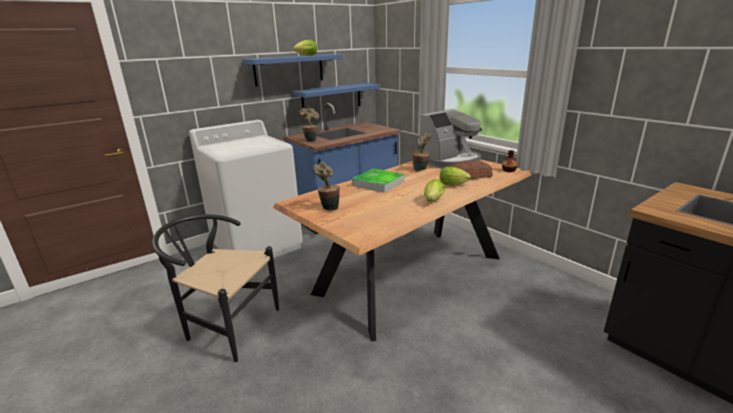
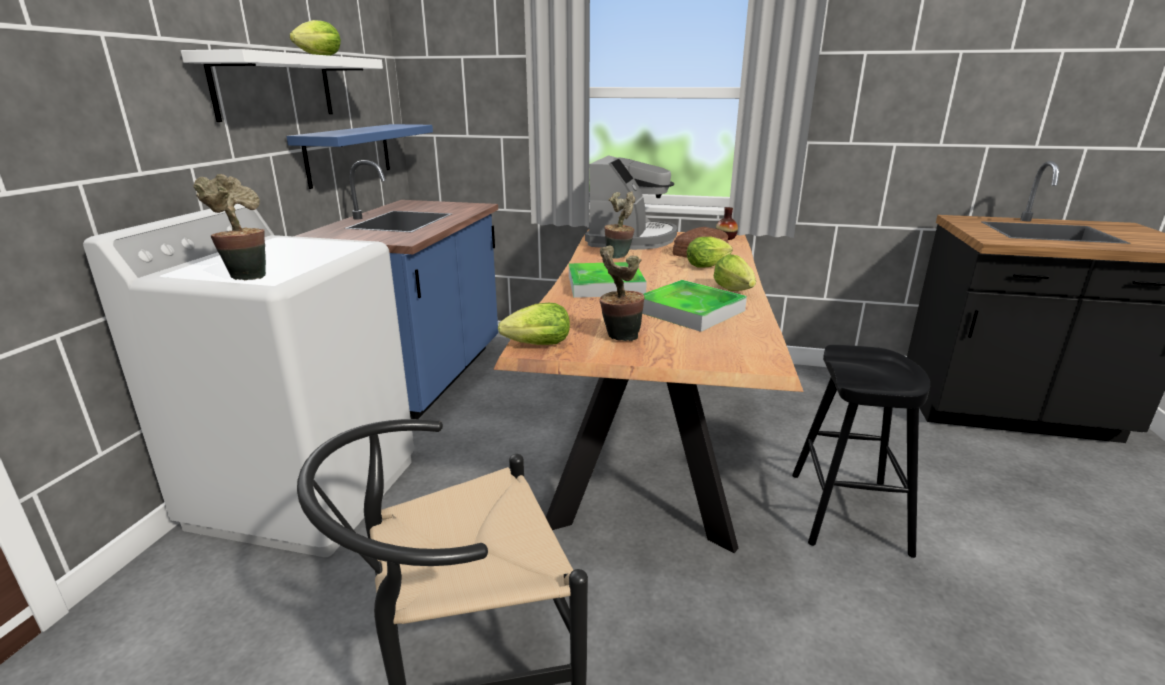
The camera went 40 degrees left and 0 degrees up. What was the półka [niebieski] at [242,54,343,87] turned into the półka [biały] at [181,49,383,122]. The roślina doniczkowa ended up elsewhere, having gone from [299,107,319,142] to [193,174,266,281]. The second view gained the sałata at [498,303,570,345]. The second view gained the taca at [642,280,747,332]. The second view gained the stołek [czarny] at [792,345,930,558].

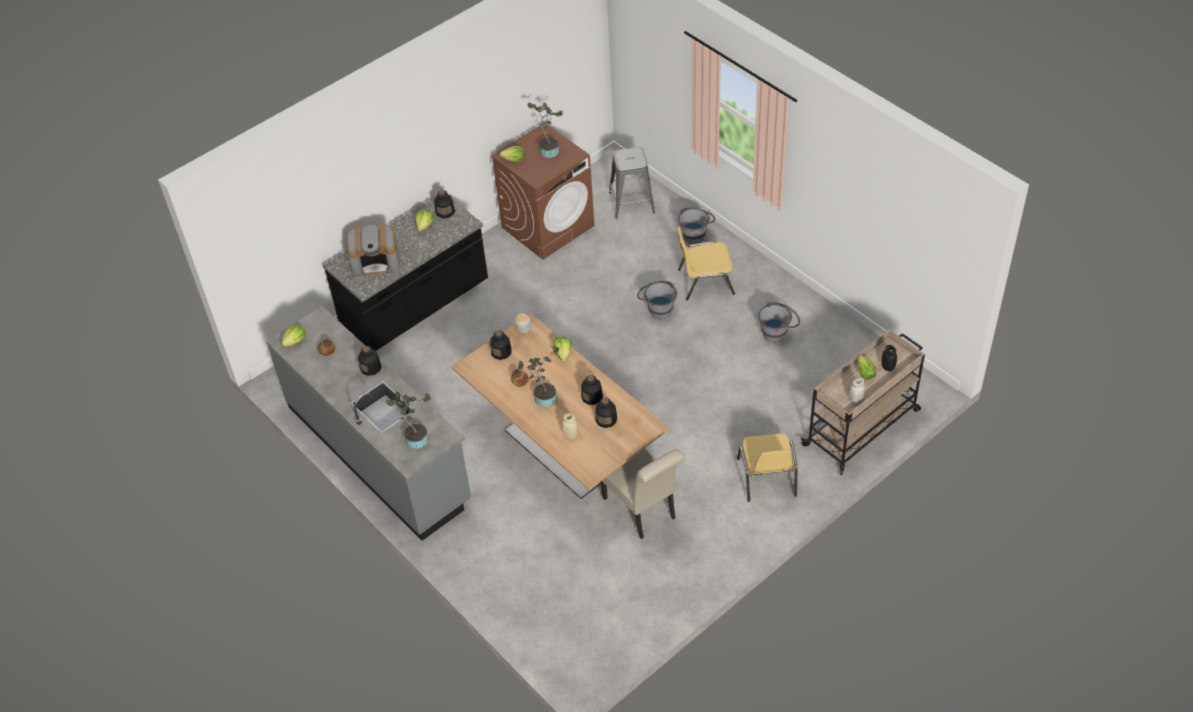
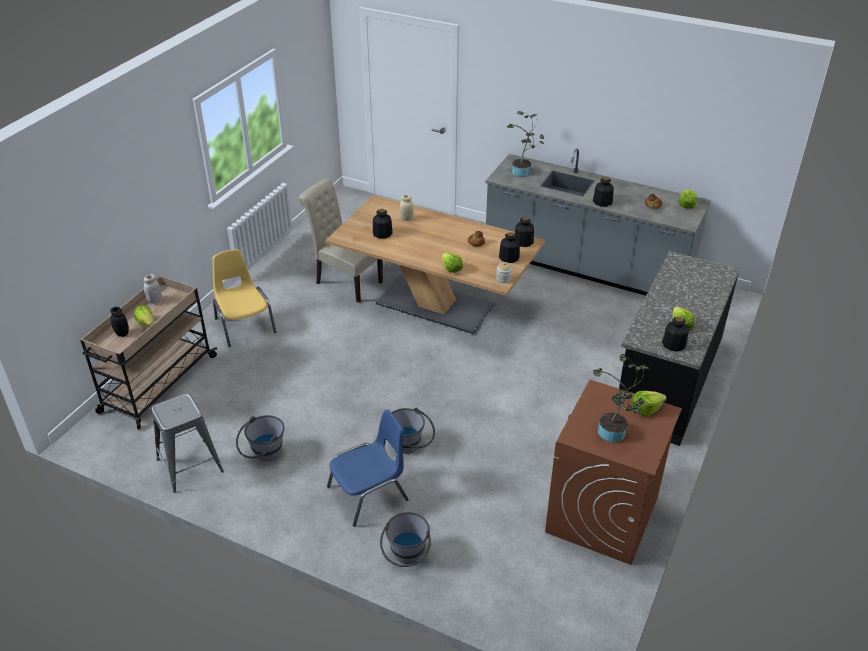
The camera went 155 degrees right and 10 degrees down. The second view lost the ekspres do kawy at [346,224,400,276]. The second view lost the roślina doniczkowa at [518,345,559,407]. The butelka ended up elsewhere, having gone from [581,375,603,405] to [515,217,534,247]. The stołek [szary] ended up elsewhere, having gone from [609,147,655,219] to [152,393,224,493]. What was the krzesło [żółty] at [677,227,735,300] turned into the krzesło [niebieski] at [327,410,409,527].

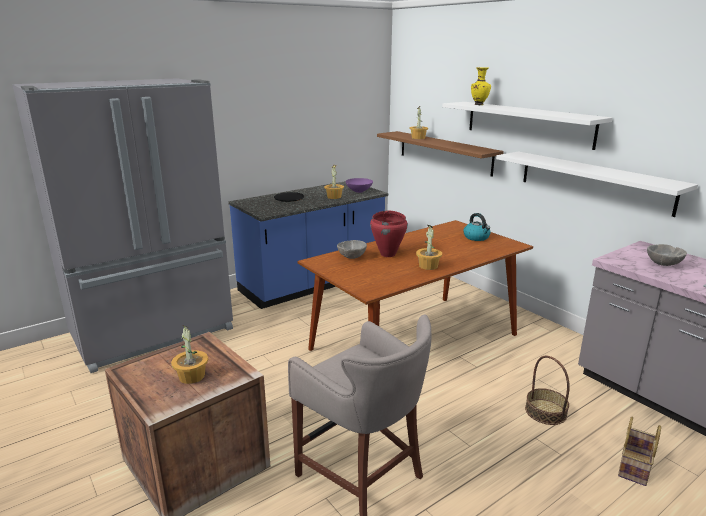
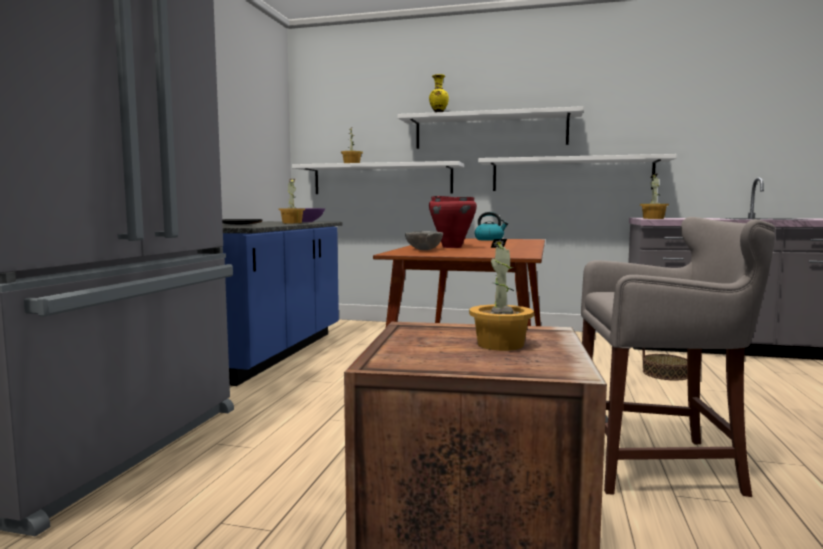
The camera went 40 degrees left and 15 degrees down. What was the półka [brązowy] at [377,131,504,177] turned into the półka [biały] at [292,161,464,194]. The roślina doniczkowa ended up elsewhere, having gone from [416,225,442,270] to [640,174,669,219]. The second view lost the koszyk at [618,417,661,486]. The second view lost the miska [szary] at [647,244,687,266].

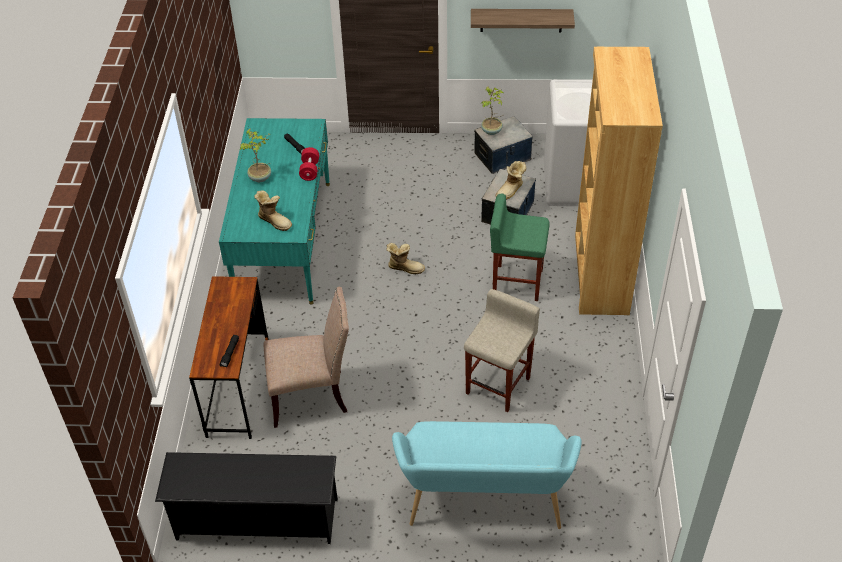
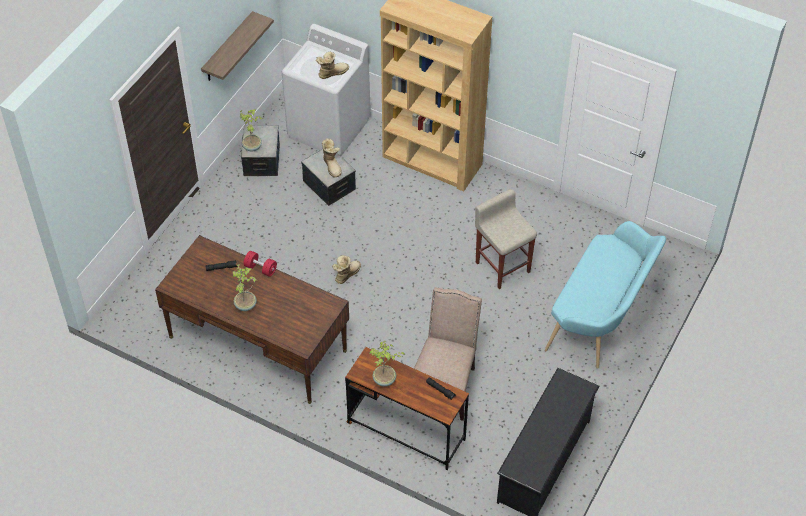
The camera went 65 degrees left and 5 degrees up. What was the biurko [turkusowy] at [219,118,330,305] turned into the biurko [brązowy] at [155,235,349,404]. The but z cholewką ended up elsewhere, having gone from [254,190,292,231] to [316,52,349,79]. The second view lost the stołek [zielony] at [490,194,550,301]. The second view gained the roślina doniczkowa at [369,341,405,387].

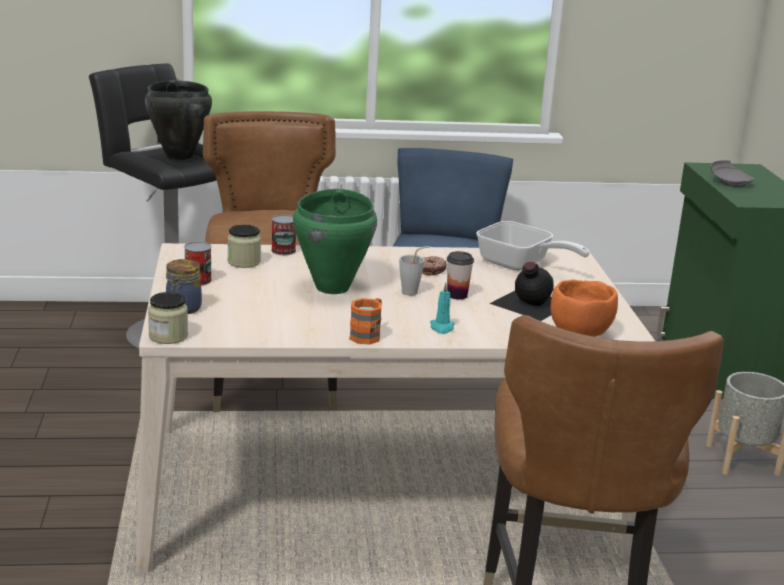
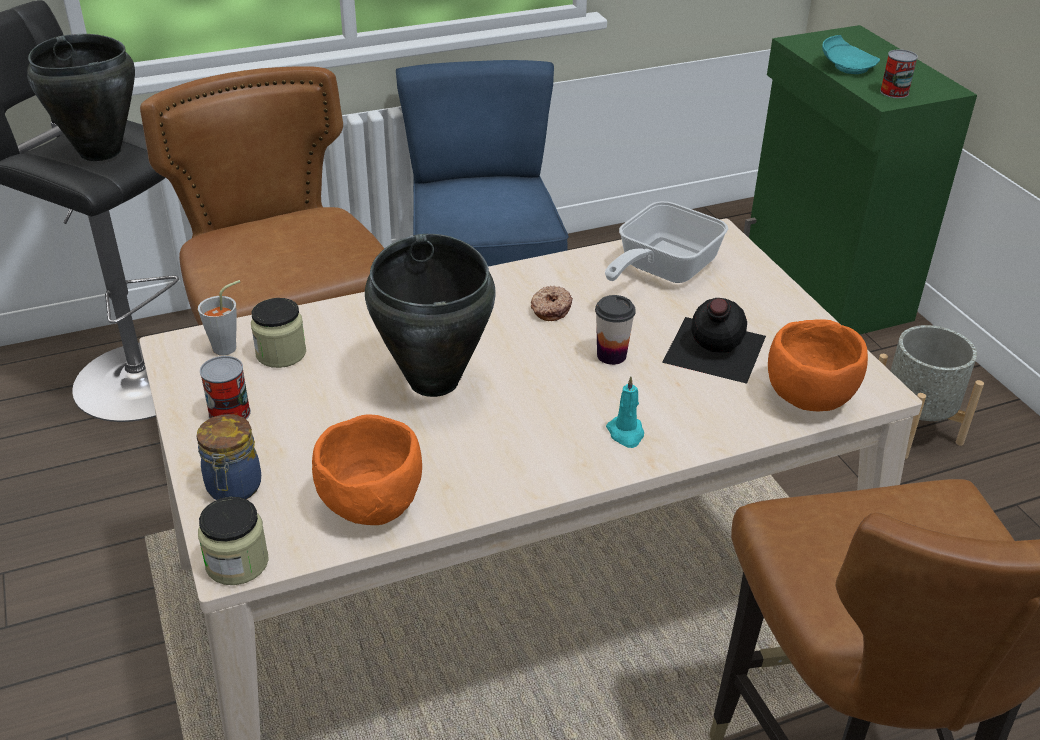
The camera went 15 degrees left and 15 degrees up. The puszka ended up elsewhere, having gone from [271,215,296,255] to [880,49,918,98]. What was the garnek [zielony] at [293,189,377,294] turned into the garnek [czarny] at [365,234,495,397]. The second view lost the kubek [pomarańczowy] at [349,298,382,345]. The filiżanka [szary] ended up elsewhere, having gone from [399,246,430,295] to [198,280,240,356]. The patelnia at [476,221,590,271] ended up facing another way, 105 degrees clockwise from before. What was the talerz [szary] at [710,160,755,187] turned into the talerz [turkusowy] at [822,35,880,74]. The second view gained the miska [pomarańczowy] at [312,414,422,525].

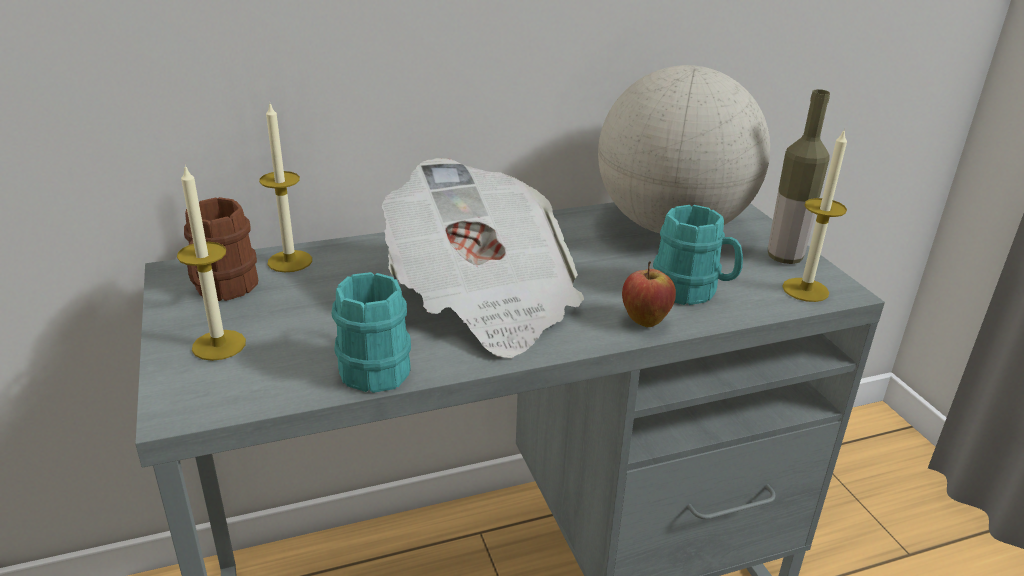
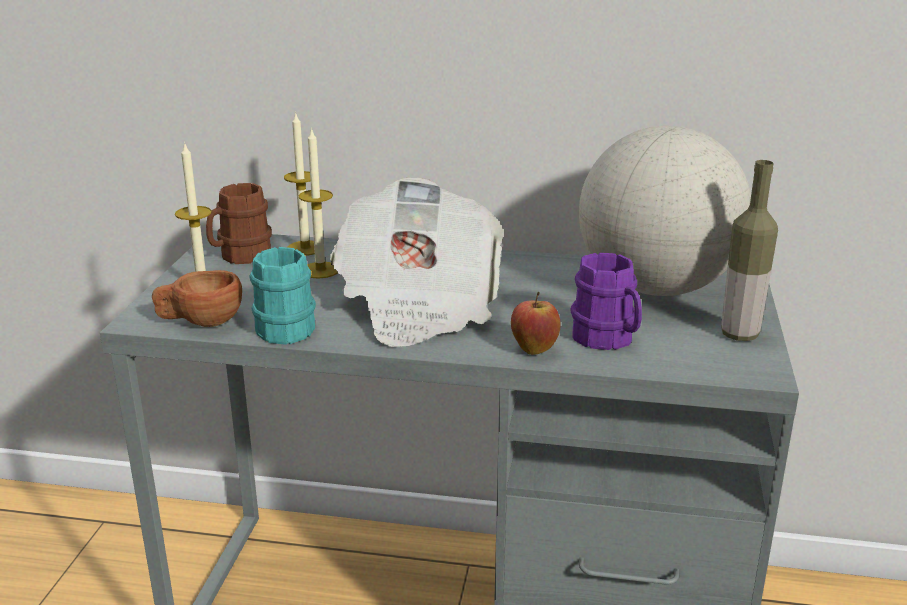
The camera went 30 degrees right and 5 degrees down. What was the kubek [turkusowy] at [653,205,743,305] turned into the kubek [fioletowy] at [570,253,642,350]. The świeca ended up elsewhere, having gone from [782,128,847,302] to [299,128,338,279]. The second view gained the filiżanka [brązowy] at [152,270,242,327].

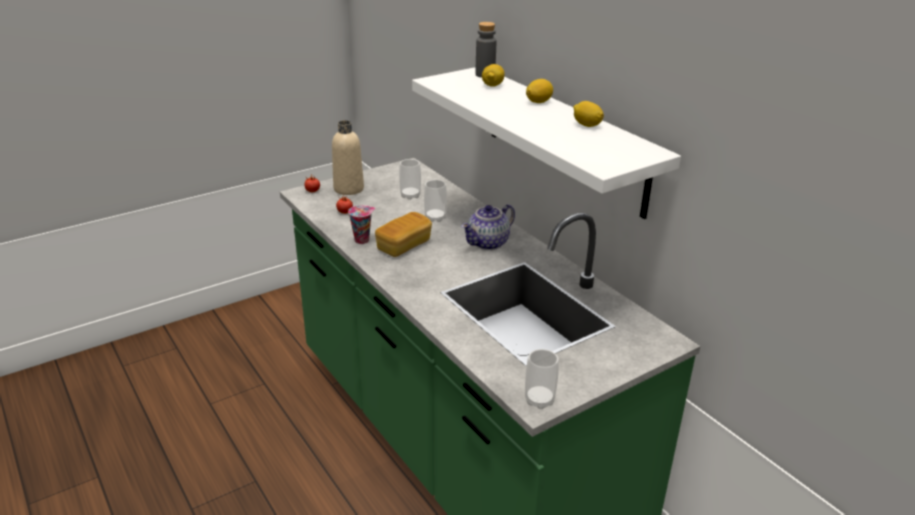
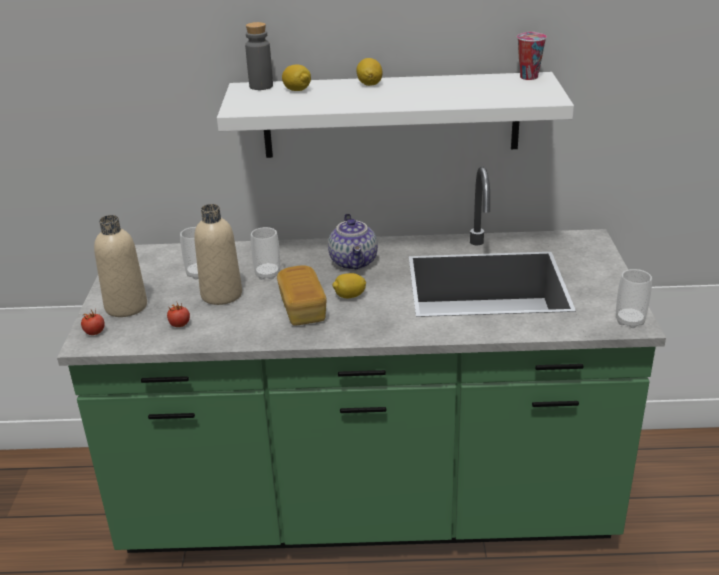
The camera went 55 degrees left and 0 degrees up. The filiżanka ended up elsewhere, having gone from [348,205,376,244] to [517,32,547,80]. The cytryna ended up elsewhere, having gone from [573,101,604,127] to [332,273,366,298]. The second view gained the butelka [beżowy] at [194,204,242,305].

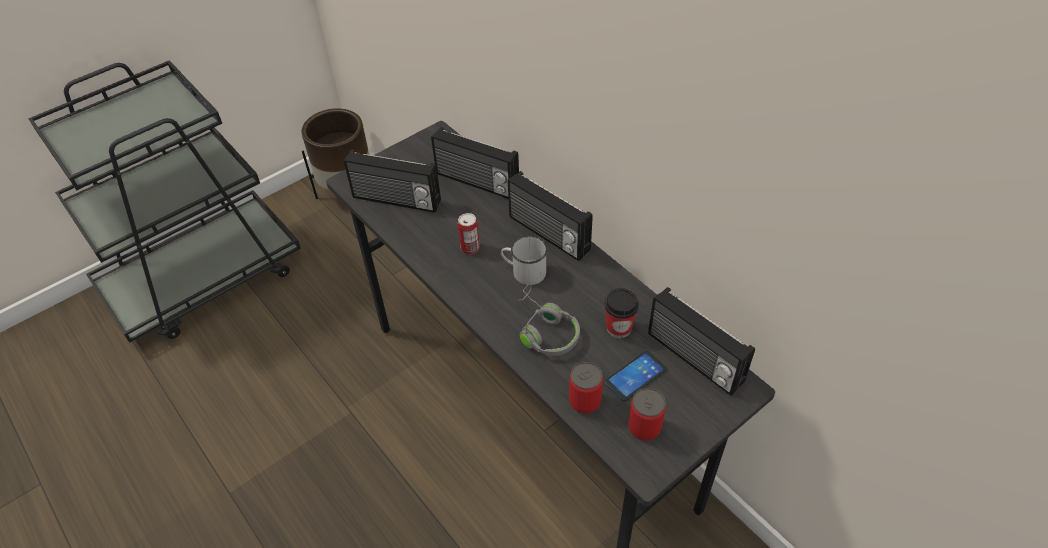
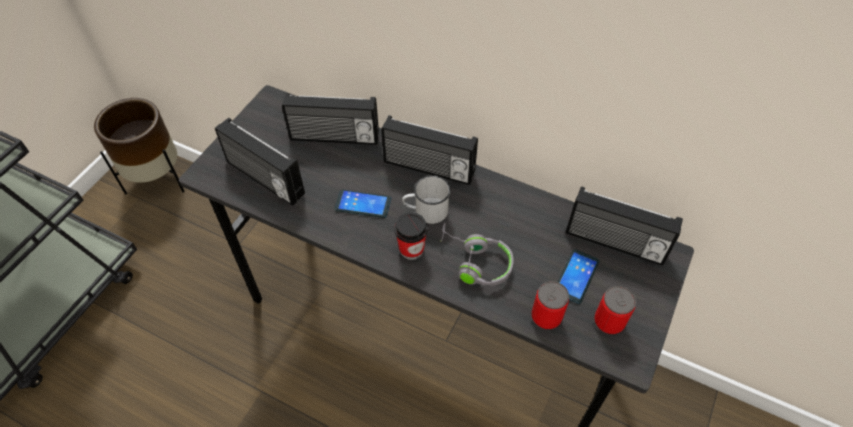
The camera went 25 degrees left and 5 degrees up. The radio at [344,150,441,213] ended up facing another way, 45 degrees clockwise from before. Where the puszka stood at [458,213,480,254], the telefon came to stand at [335,190,391,218]. The filiżanka ended up elsewhere, having gone from [605,288,639,338] to [394,212,428,260].

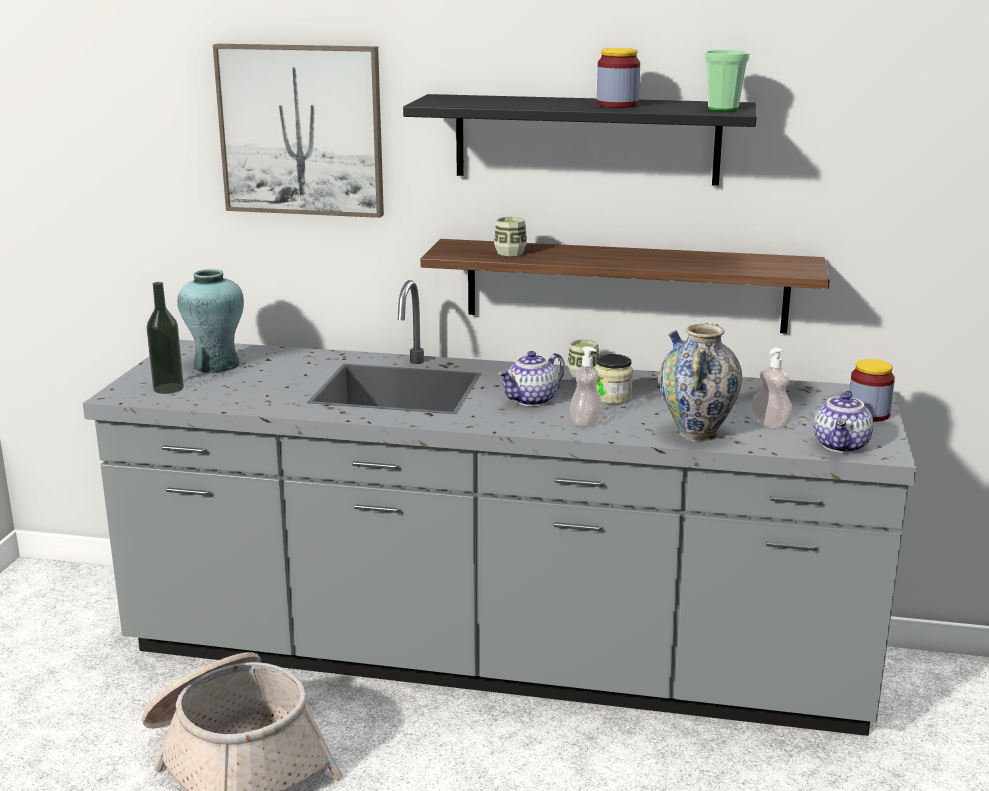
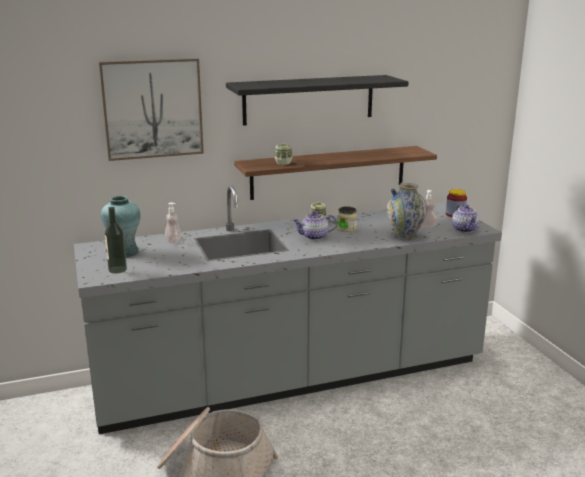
The camera went 30 degrees left and 0 degrees up. The imbryk at [498,351,565,406] ended up facing another way, 60 degrees clockwise from before. The dozownik mydła ended up elsewhere, having gone from [570,346,602,427] to [165,202,181,243]. The second view lost the słoik at [597,48,640,108]. The second view lost the filiżanka at [704,50,750,111].

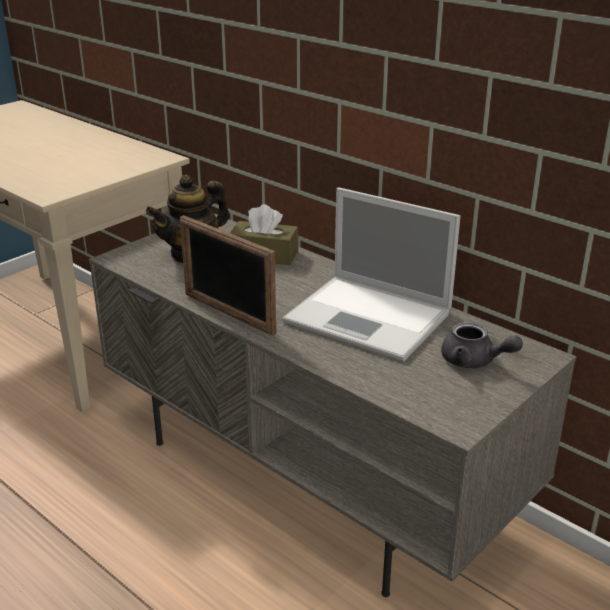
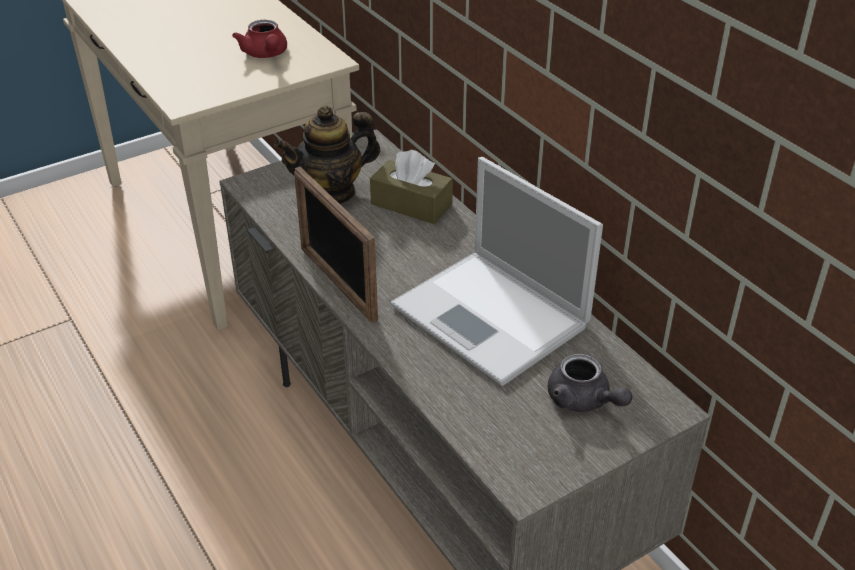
The camera went 15 degrees right and 10 degrees up. The second view gained the imbryk [czerwony] at [232,20,287,58].

